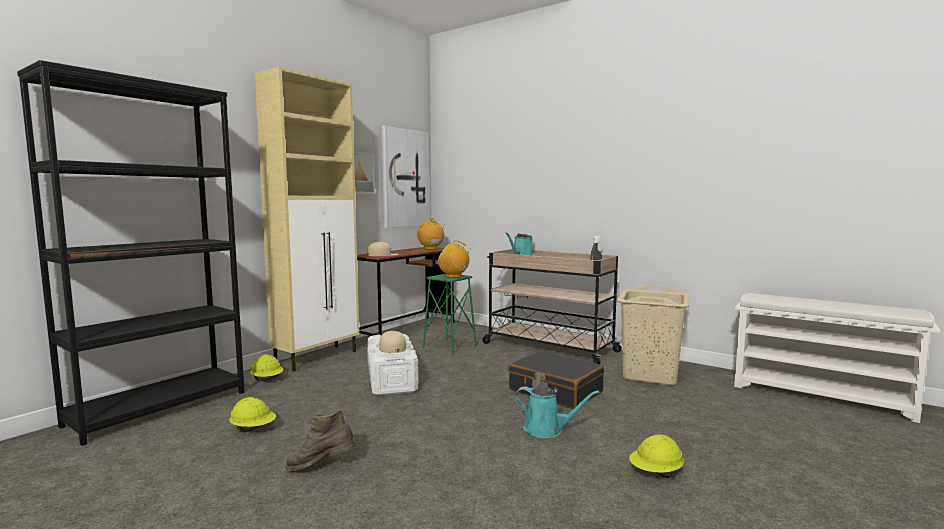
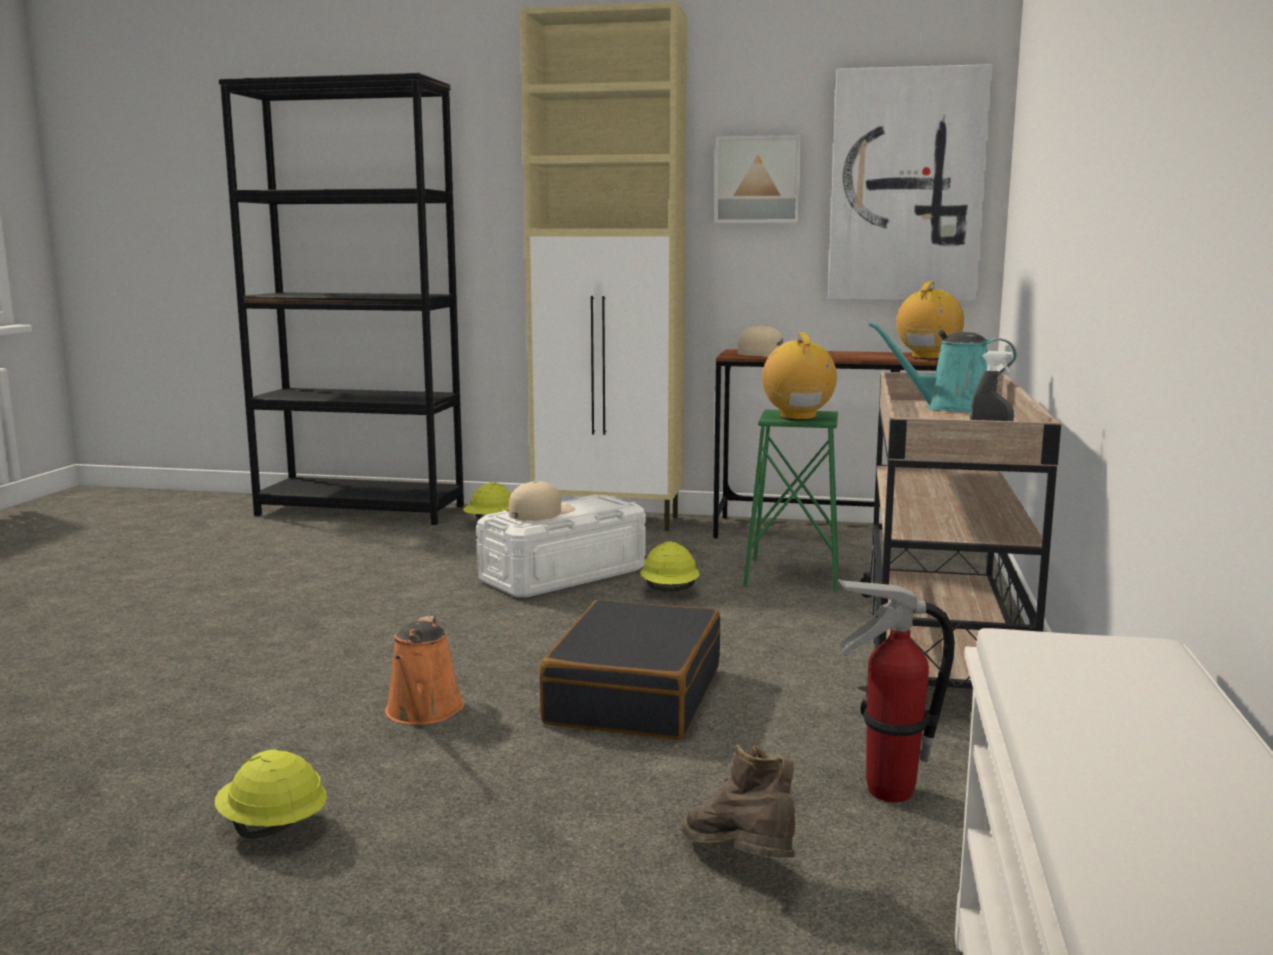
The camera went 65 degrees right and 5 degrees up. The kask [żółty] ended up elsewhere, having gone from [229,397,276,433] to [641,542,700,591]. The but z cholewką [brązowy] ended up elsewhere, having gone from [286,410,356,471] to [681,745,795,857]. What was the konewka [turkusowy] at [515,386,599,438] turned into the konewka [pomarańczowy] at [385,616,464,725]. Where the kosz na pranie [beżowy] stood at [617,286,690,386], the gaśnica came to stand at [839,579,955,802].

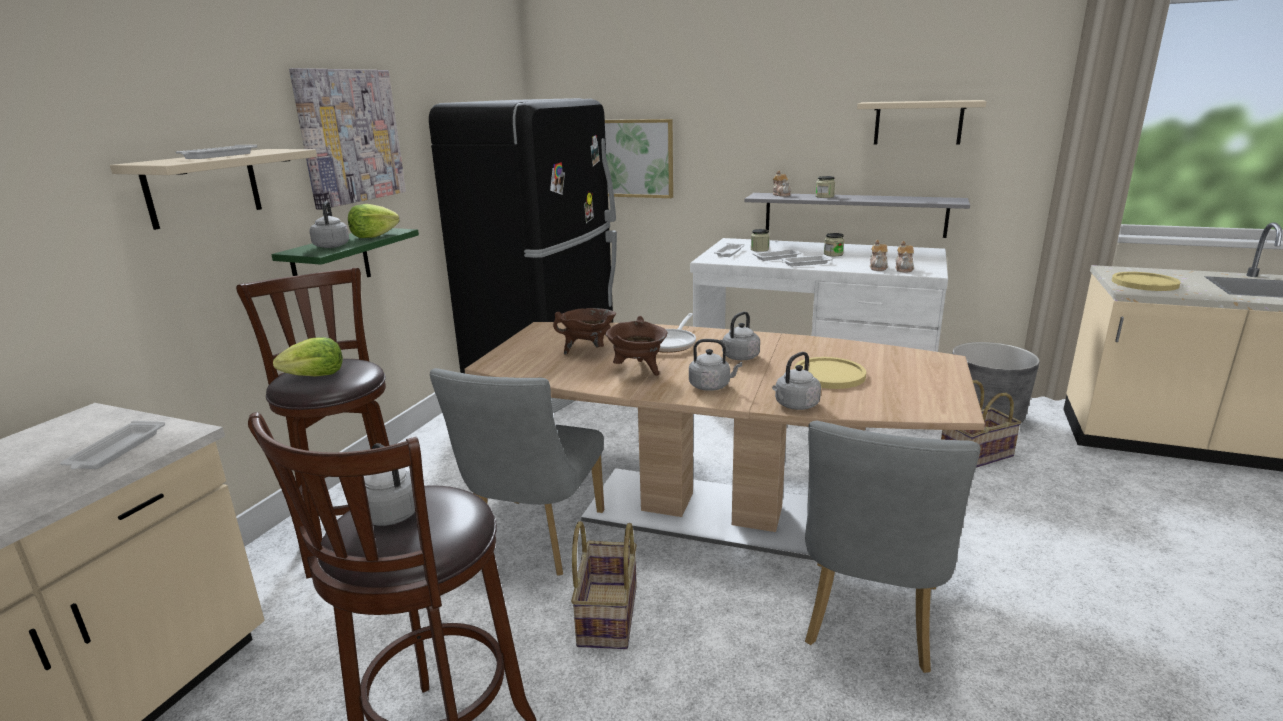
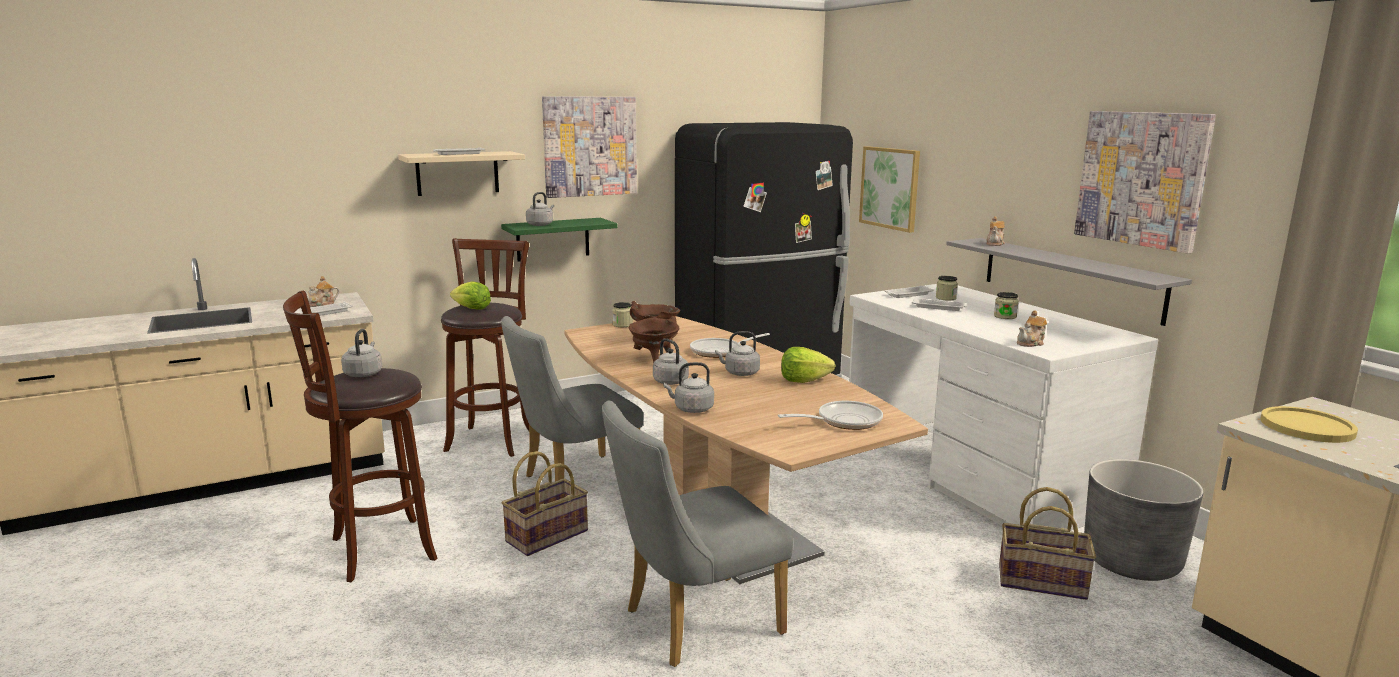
The camera went 40 degrees right and 5 degrees down. The sałata ended up elsewhere, having gone from [348,204,400,238] to [781,347,835,383]. The second view lost the taca [biały] at [781,254,833,266]. The second view lost the talerz [żółty] at [794,357,866,389]. The słoik ended up elsewhere, having gone from [816,176,835,198] to [612,302,633,327]. Where the półka [beżowy] hung at [857,100,986,145], the obraz came to hang at [1074,111,1216,254]. The imbryk ended up elsewhere, having gone from [870,240,888,271] to [303,276,340,307]. The second view gained the patelnia at [778,401,883,430].

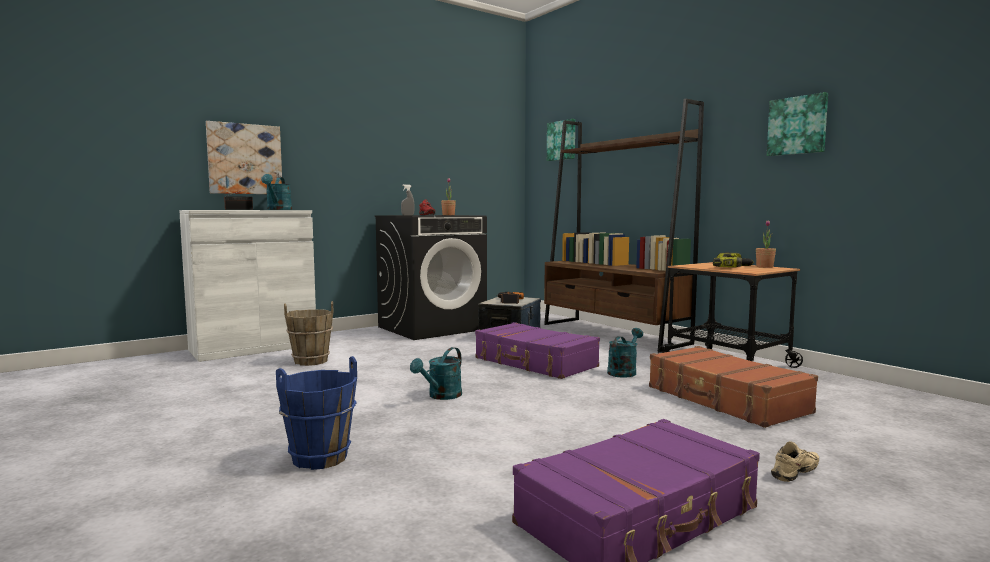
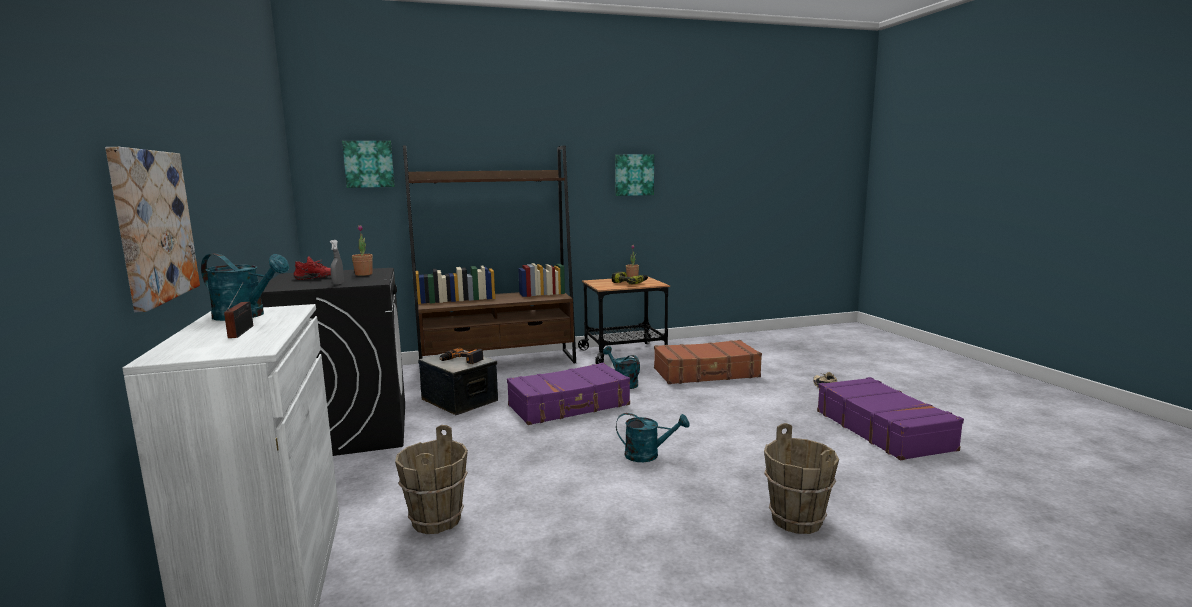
The camera went 70 degrees left and 5 degrees up. What was the wiadro [niebieski] at [276,356,357,470] turned into the wiadro [brązowy] at [764,423,839,534]. The konewka [turkusowy] at [410,347,462,400] ended up facing another way, 45 degrees counterclockwise from before.

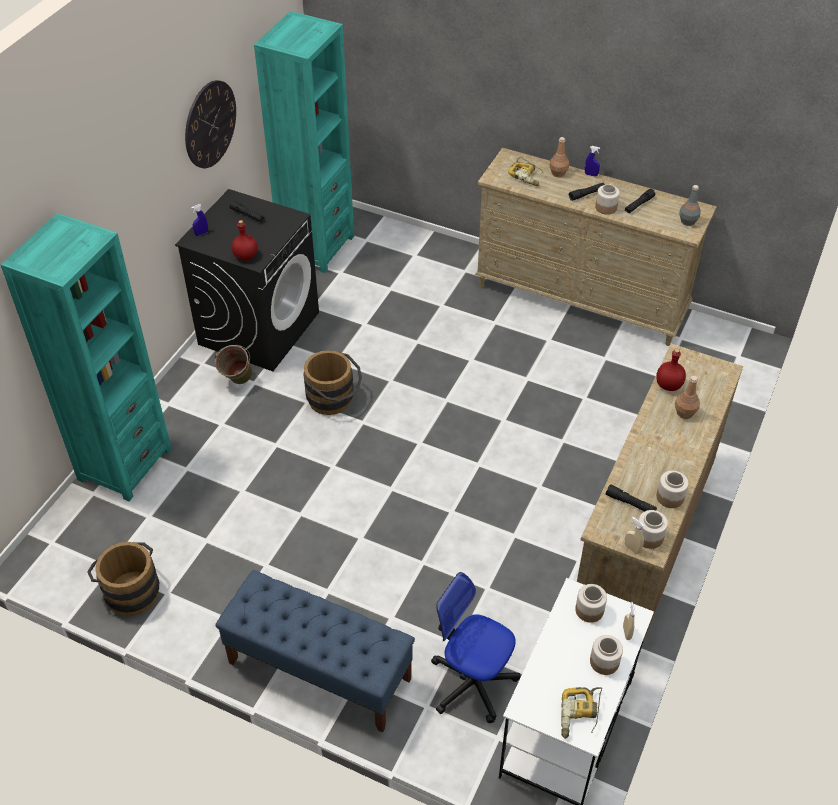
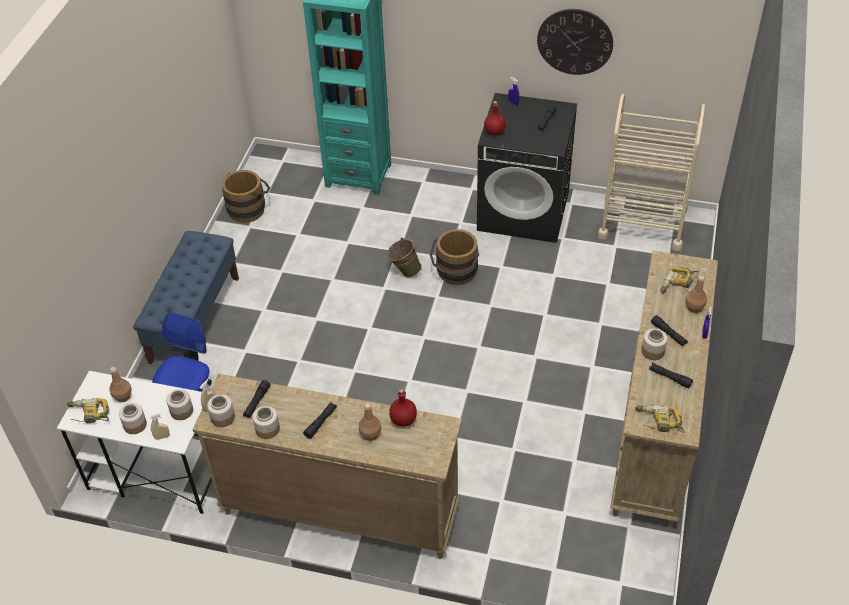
The camera went 80 degrees right and 0 degrees up. The wiadro [zielony] ended up elsewhere, having gone from [214,345,252,384] to [387,238,422,277]. Where the regał [turkusowy] stood at [254,11,354,273], the wózek [beżowy] came to stand at [598,94,705,251]. Where the butelka [szary] stood at [679,185,701,226], the wiertarka came to stand at [635,405,685,433]. The second view gained the butelka [brązowy] at [109,367,132,402]. The second view gained the latarka [czarny] at [303,402,337,439].

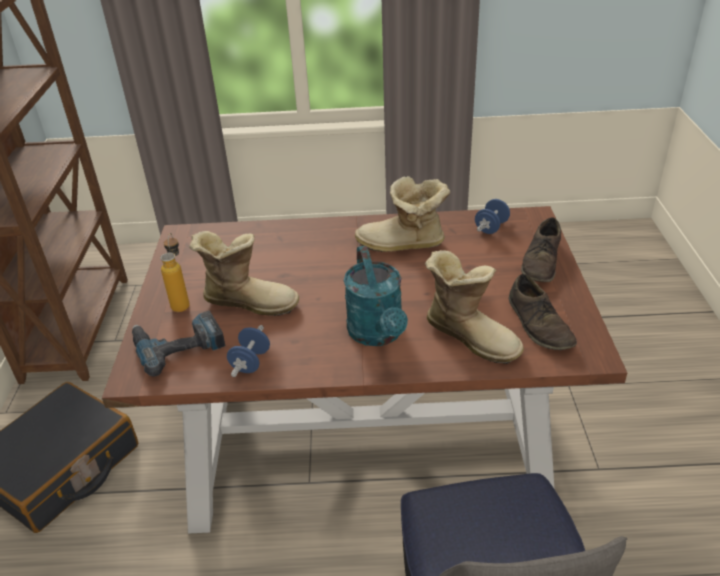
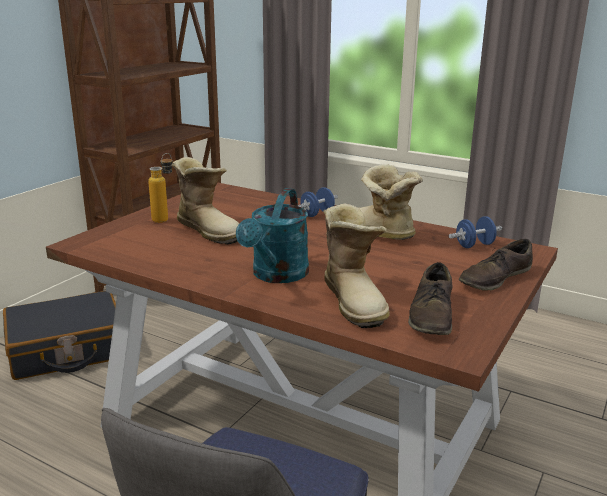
The camera went 30 degrees right and 15 degrees down. The second view lost the wiertarka at [132,311,225,376]. The hantel [niebieski] ended up elsewhere, having gone from [227,325,270,377] to [298,187,338,217].

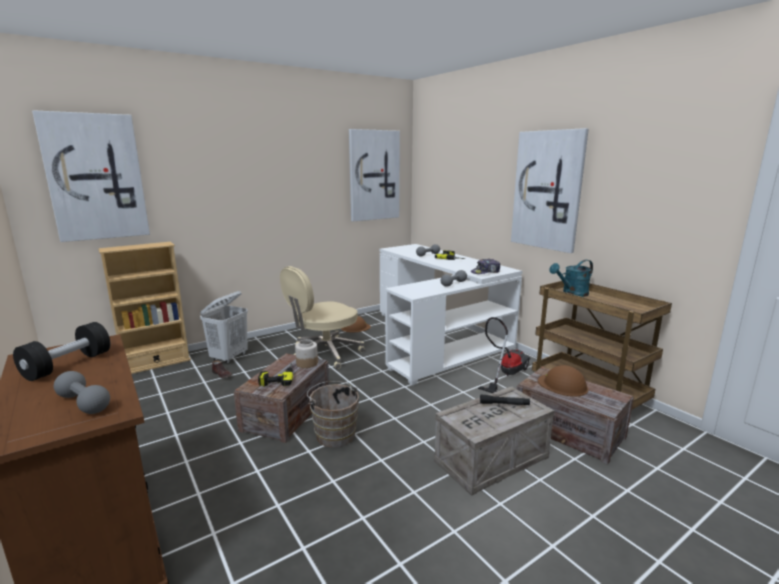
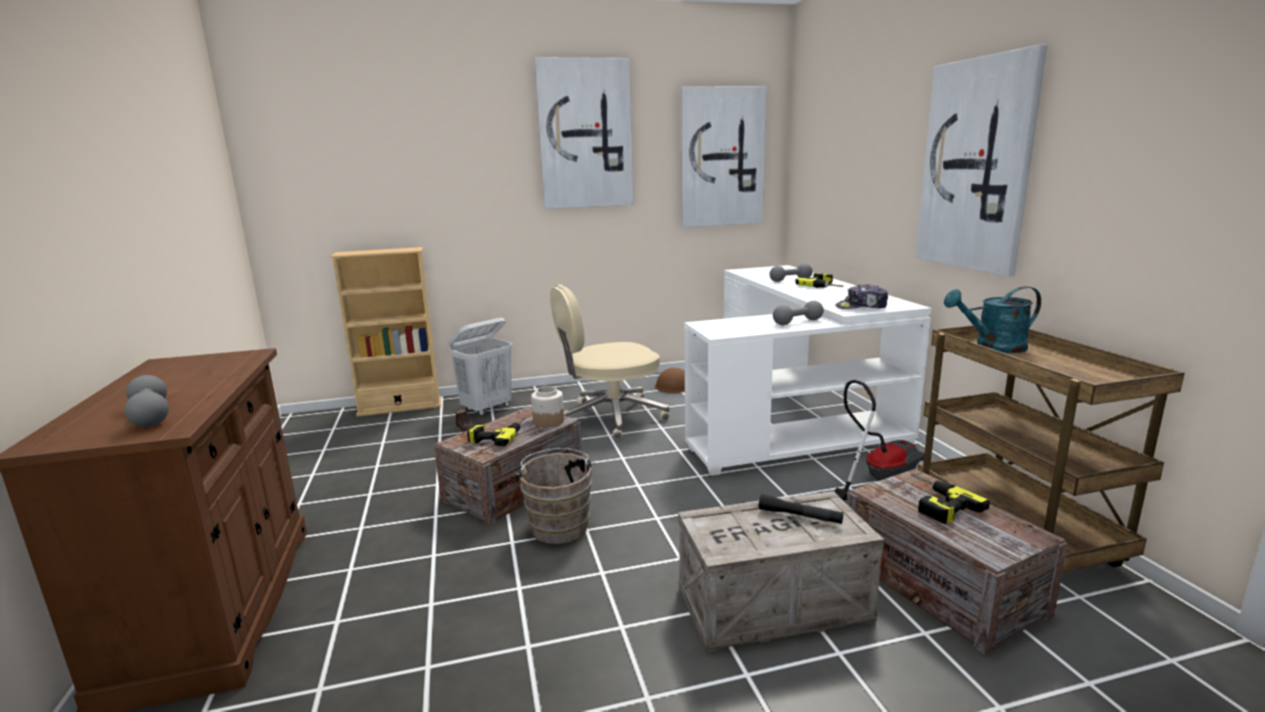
The camera went 20 degrees right and 0 degrees up. The second view lost the hantel [czarny] at [13,322,110,381]. The obraz ended up elsewhere, having gone from [32,110,150,242] to [535,57,634,209]. Where the kask [brązowy] stood at [538,365,588,396], the wiertarka came to stand at [911,474,990,524].

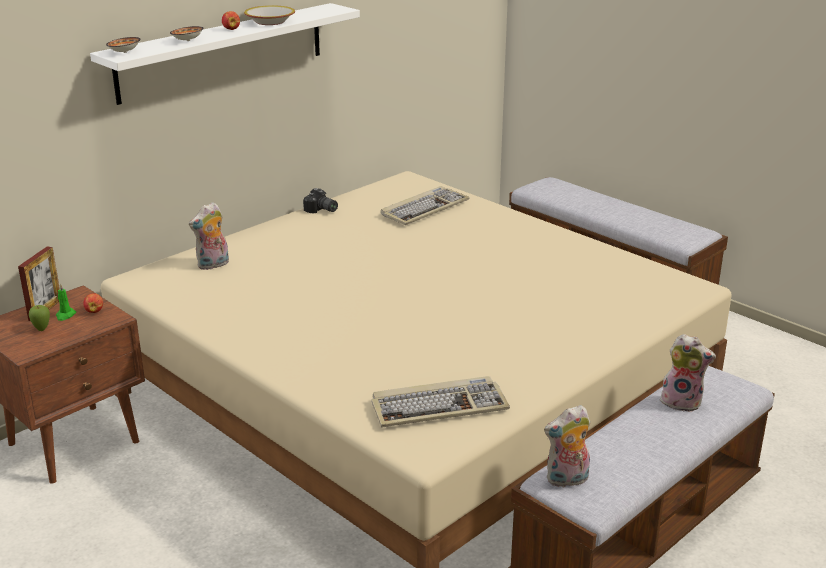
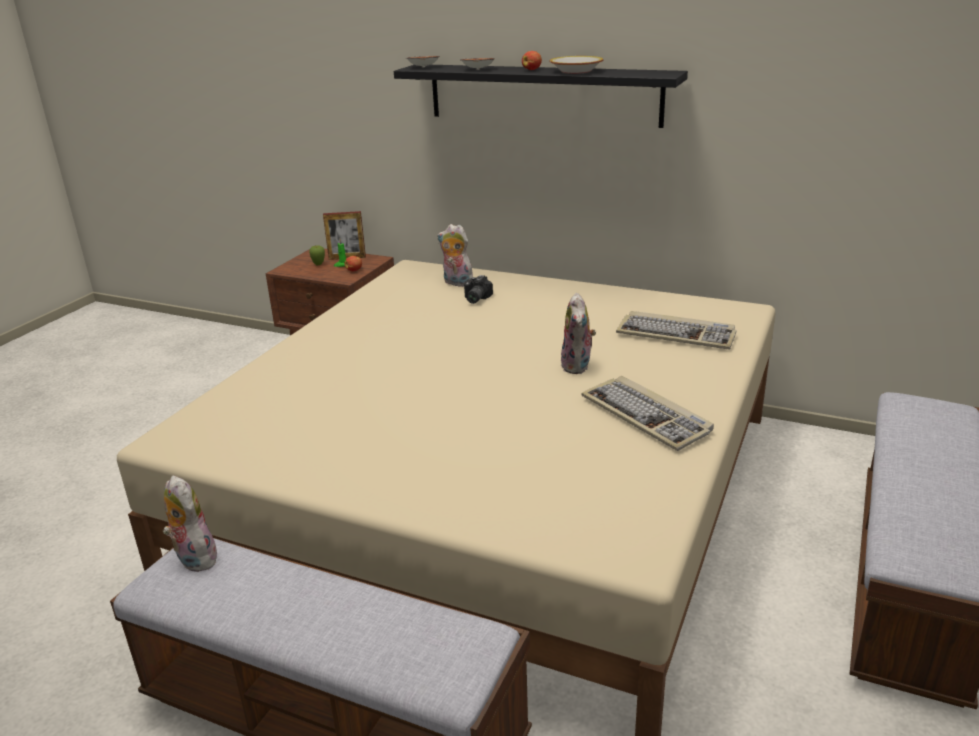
The camera went 70 degrees right and 0 degrees up. What was the półka [biały] at [90,3,360,105] turned into the półka [czarny] at [394,65,688,128]. The aparat fotograficzny ended up elsewhere, having gone from [303,188,338,213] to [464,275,493,304]. The klawiatura ended up elsewhere, having gone from [371,376,510,427] to [581,376,714,451]. The pluszak ended up elsewhere, having gone from [660,334,716,412] to [561,293,596,374].

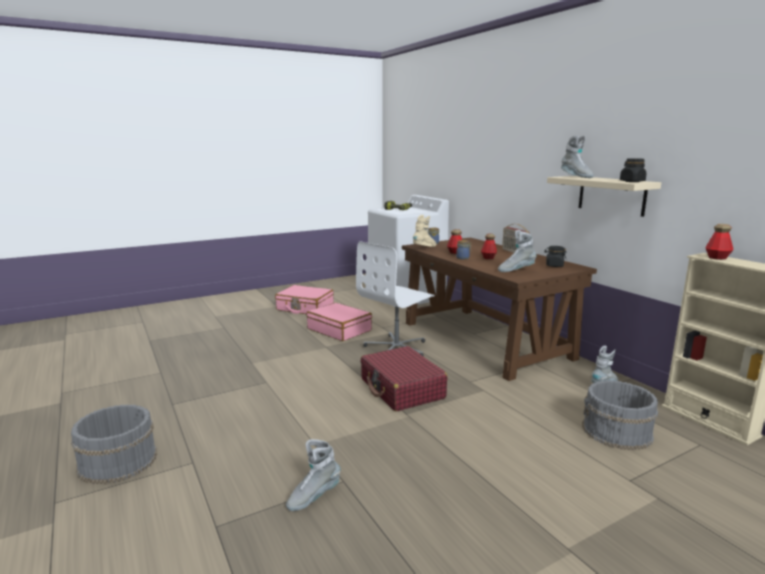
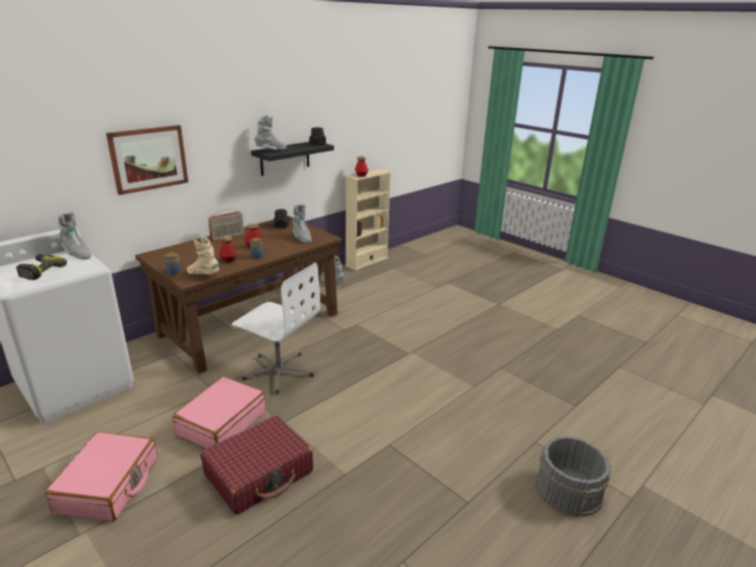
The camera went 105 degrees left and 10 degrees up. The but z cholewką [szary] ended up elsewhere, having gone from [286,439,341,511] to [58,212,91,259]. The walizka [czerwony] ended up elsewhere, having gone from [361,346,448,411] to [200,415,313,515]. What was the półka [beżowy] at [547,176,661,217] turned into the półka [czarny] at [251,142,334,176]. The second view lost the wiadro [szary] at [582,380,658,450]. The second view gained the obraz at [106,125,188,195].

